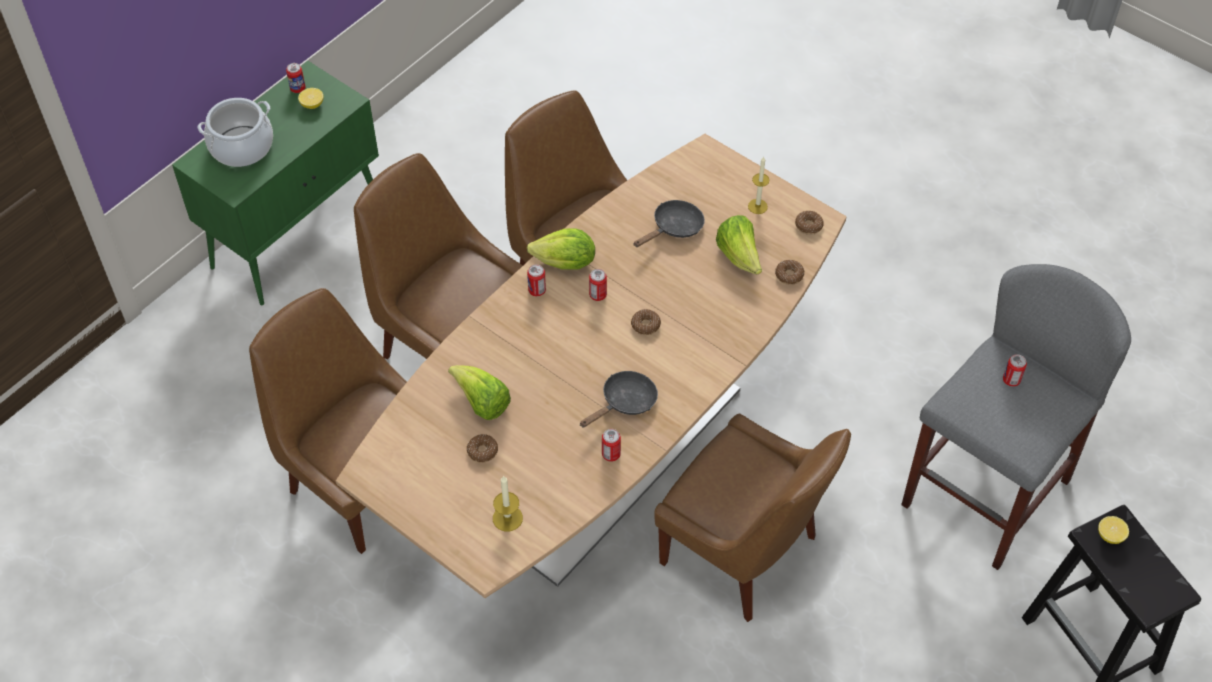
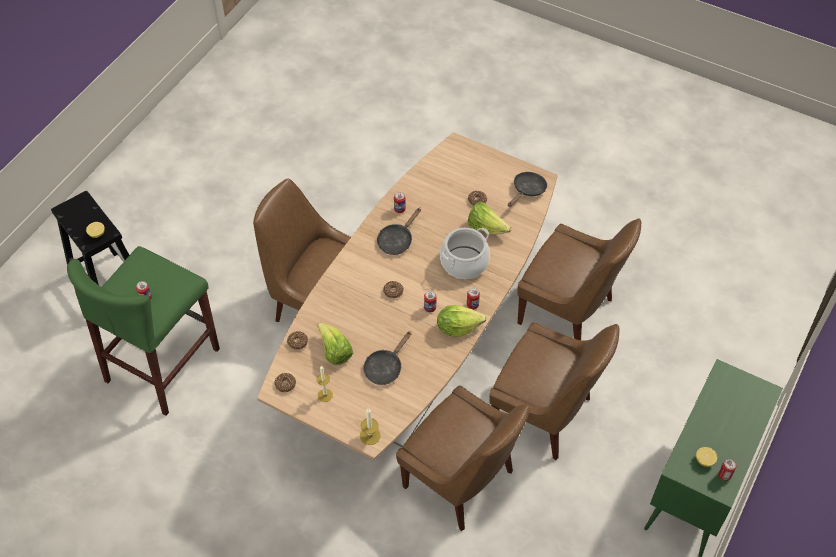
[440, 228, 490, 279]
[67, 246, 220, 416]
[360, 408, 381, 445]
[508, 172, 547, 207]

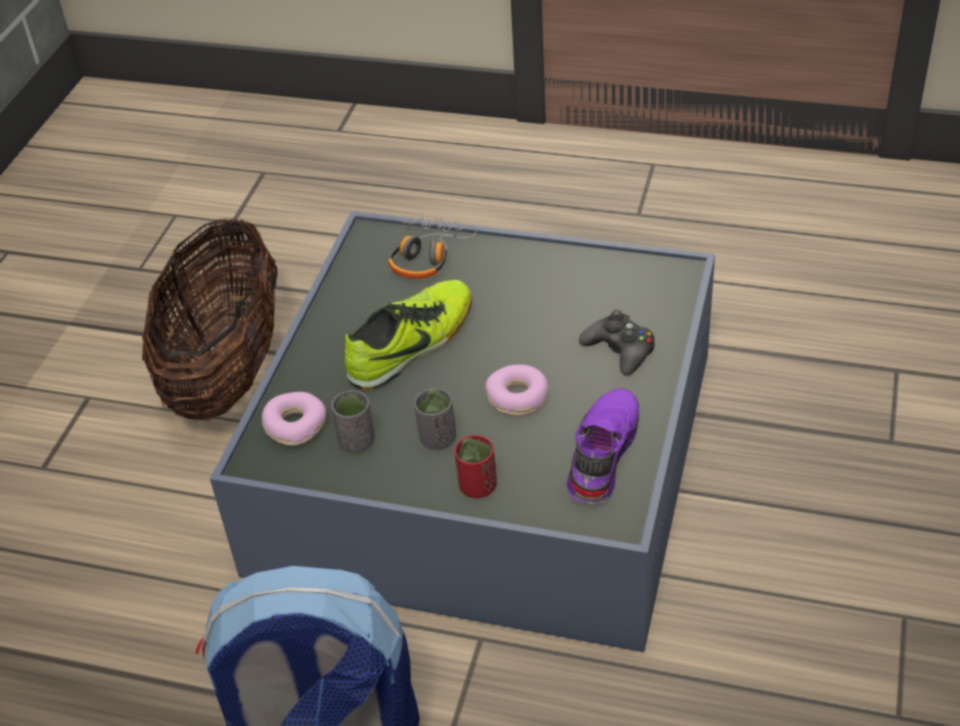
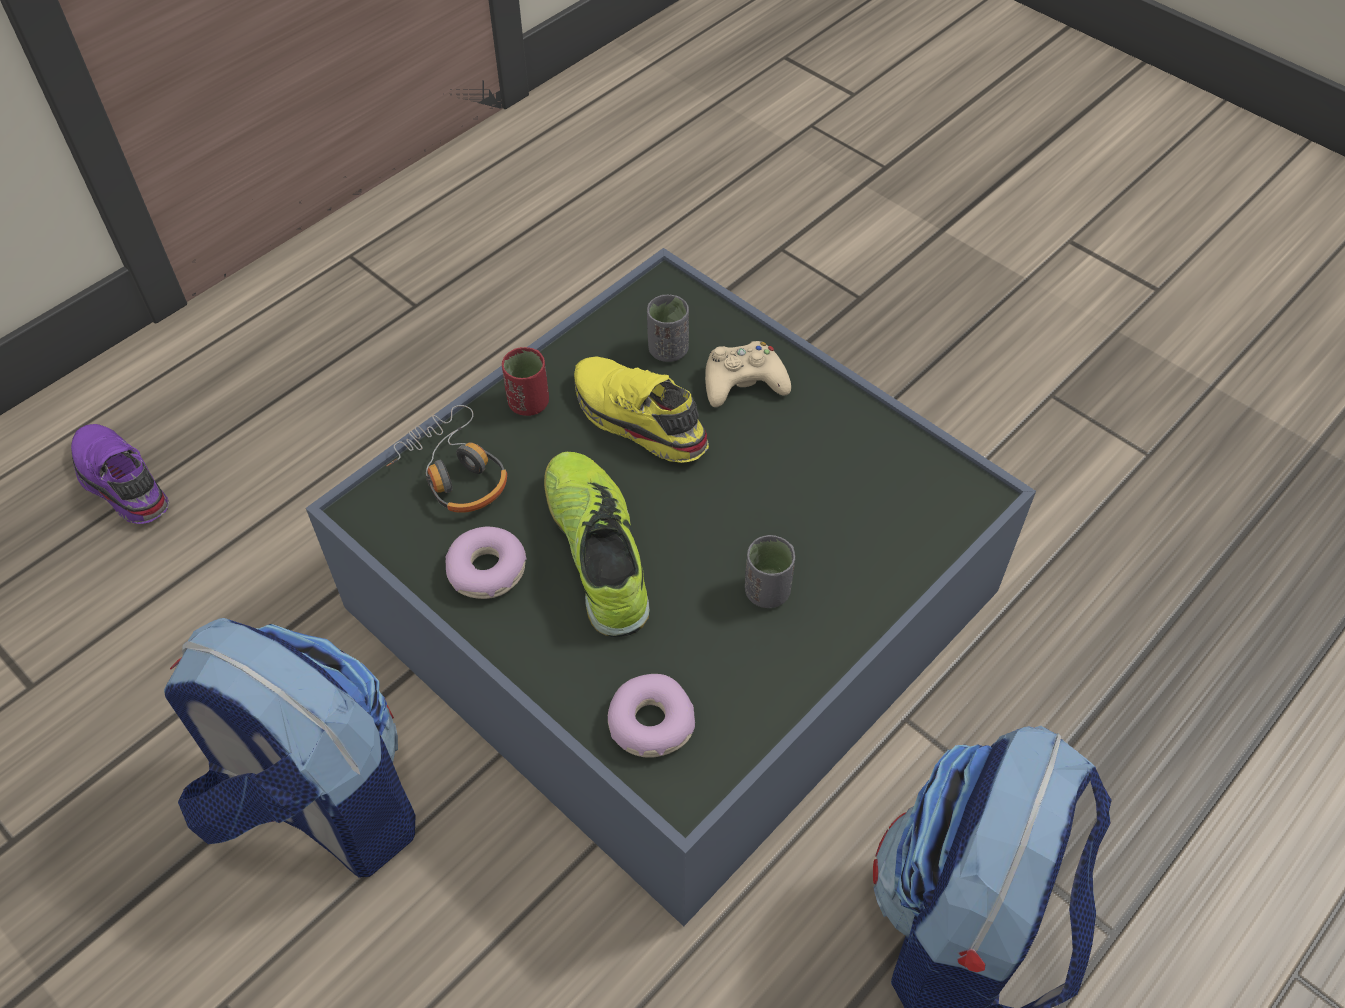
[164, 618, 416, 877]
[705, 341, 791, 407]
[446, 526, 527, 599]
[71, 424, 169, 524]
[647, 294, 689, 362]
[502, 347, 549, 416]
[574, 356, 709, 463]

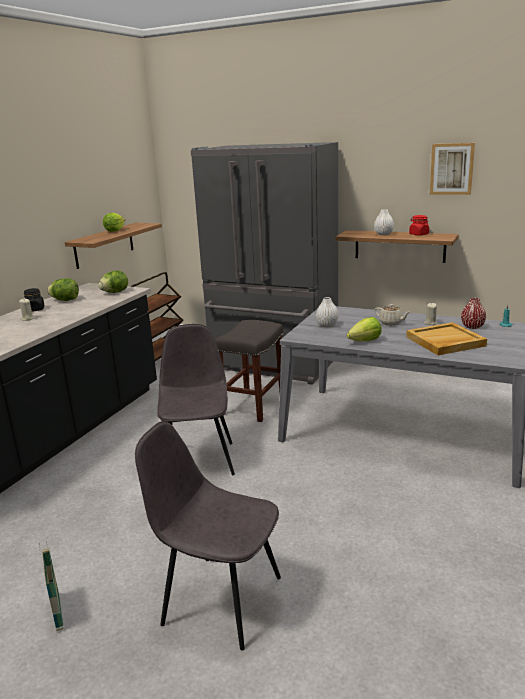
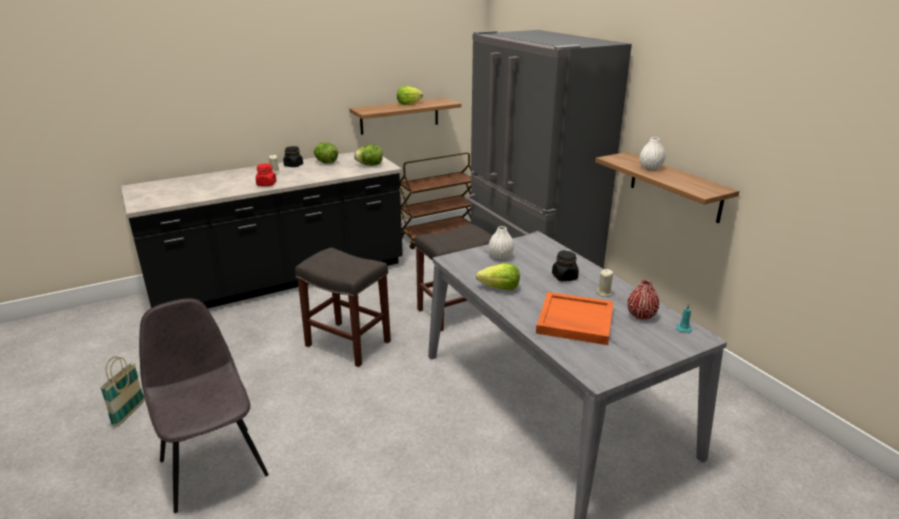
[430, 143, 475, 195] (first image)
[256, 163, 277, 186]
[552, 250, 579, 281]
[536, 292, 614, 345]
[295, 247, 391, 367]

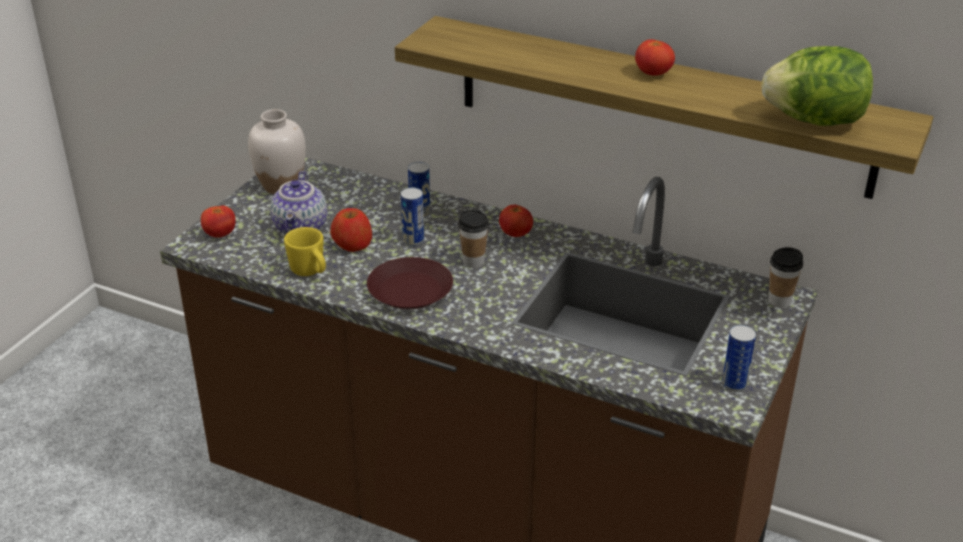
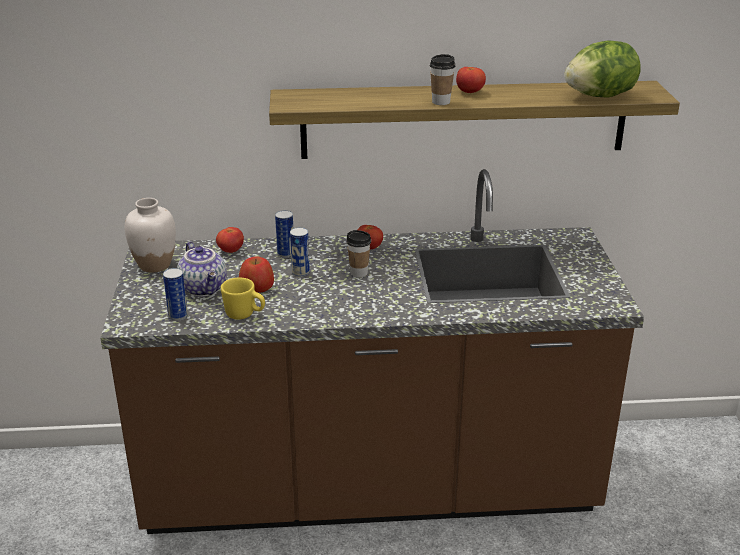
[216, 227, 244, 253]
[430, 54, 455, 105]
[367, 257, 453, 309] (first image)
[163, 268, 188, 321]

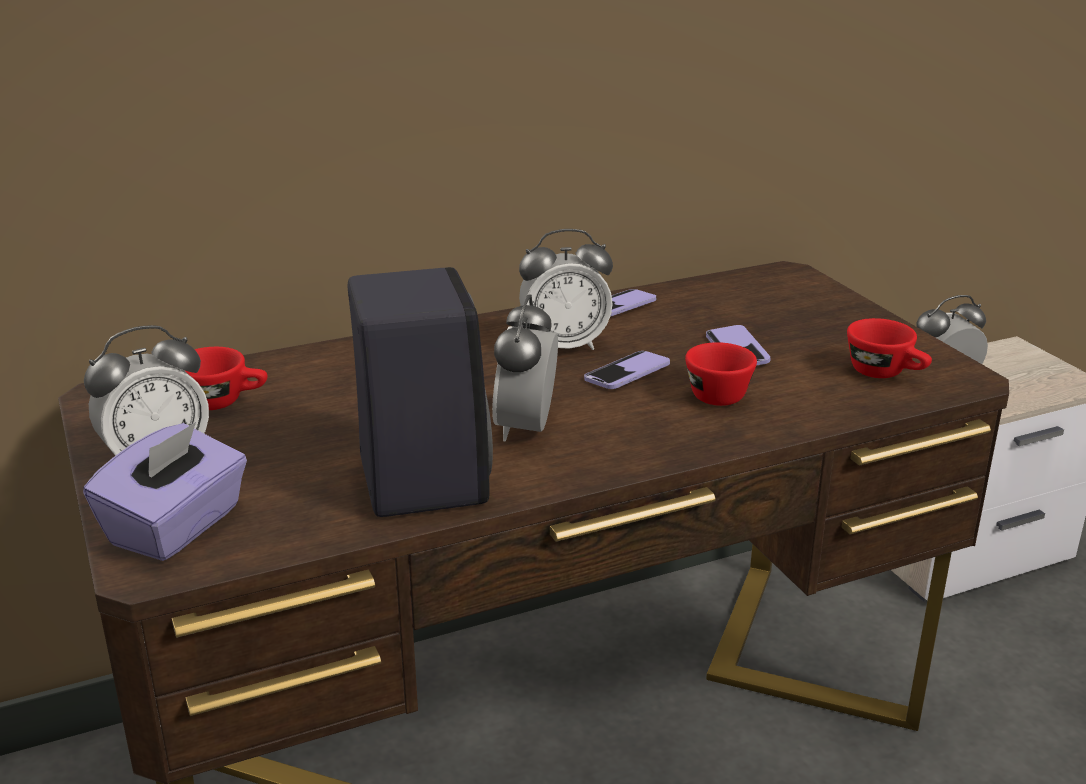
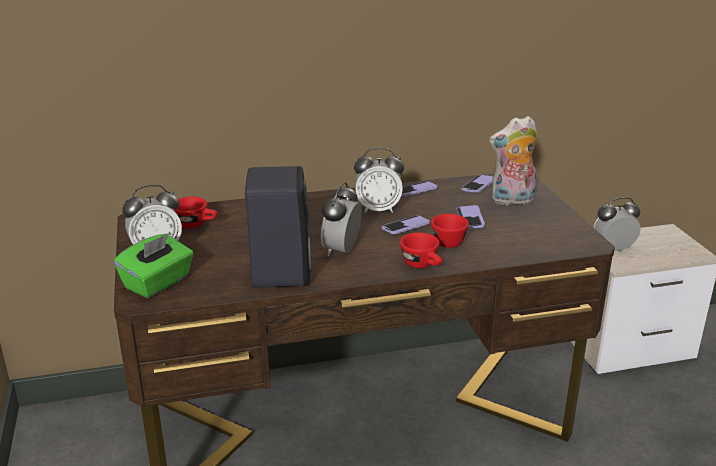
[400, 232, 442, 268]
[113, 233, 194, 298]
[489, 116, 538, 206]
[461, 175, 493, 193]

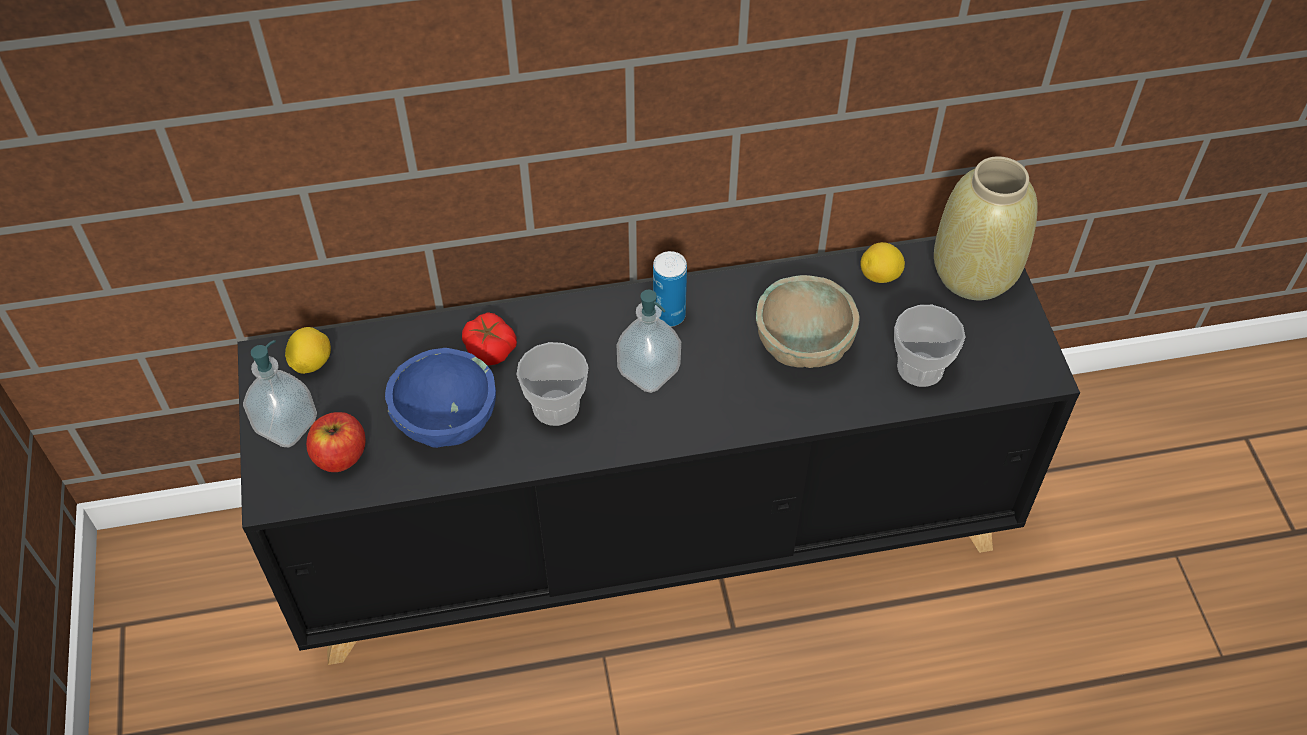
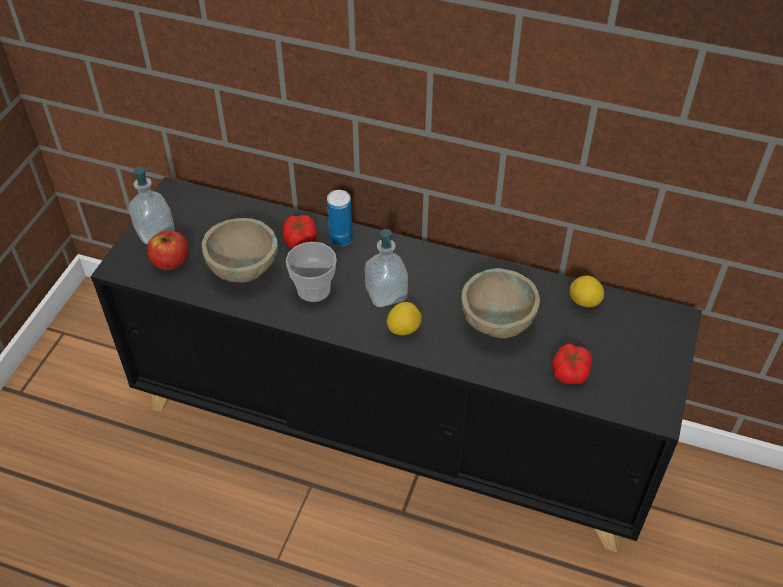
[934, 156, 1038, 300] (first image)
[327, 190, 353, 246]
[552, 344, 592, 384]
[387, 302, 422, 335]
[202, 218, 278, 283]

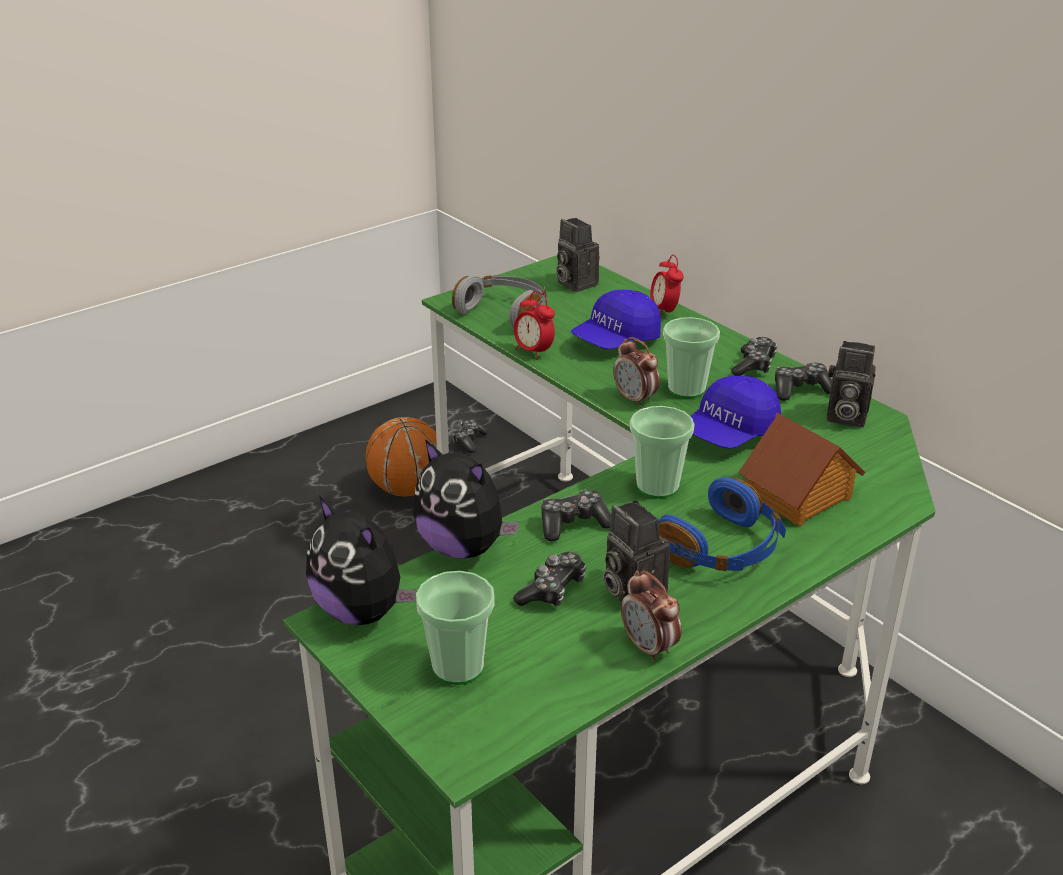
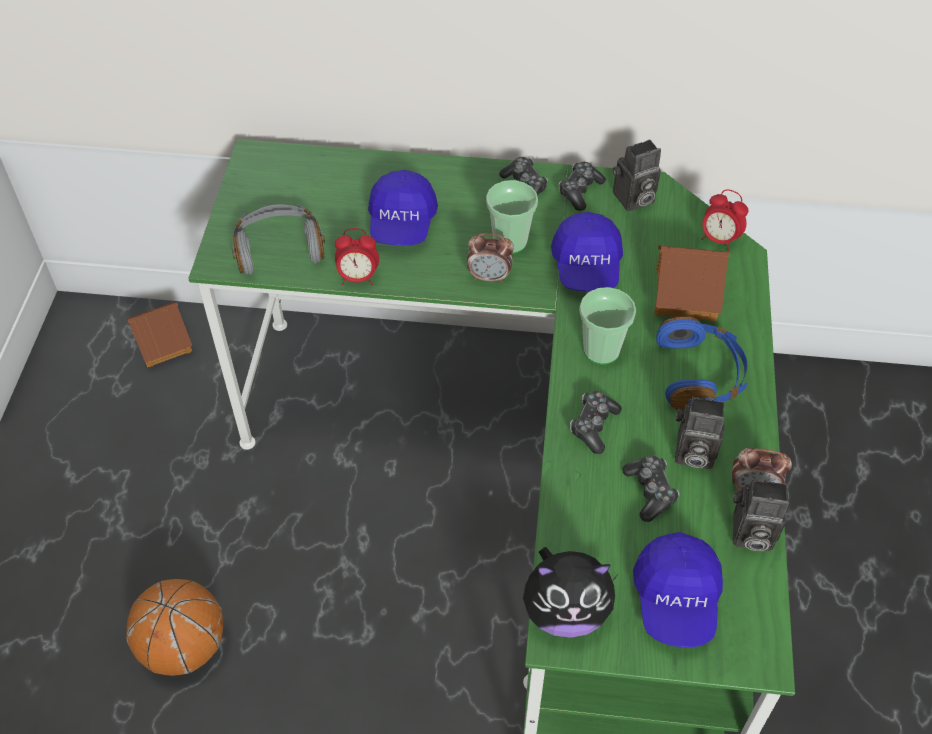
[733, 479, 789, 552]
[701, 189, 749, 251]
[126, 579, 223, 676]
[127, 302, 192, 367]
[413, 439, 519, 558] (first image)
[633, 532, 723, 647]

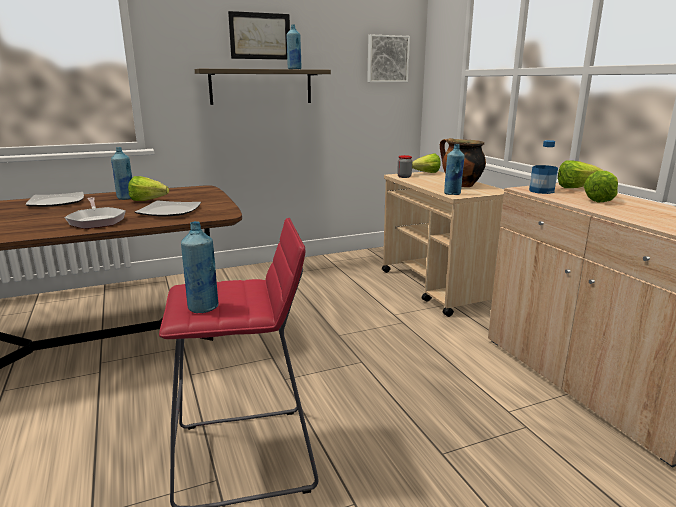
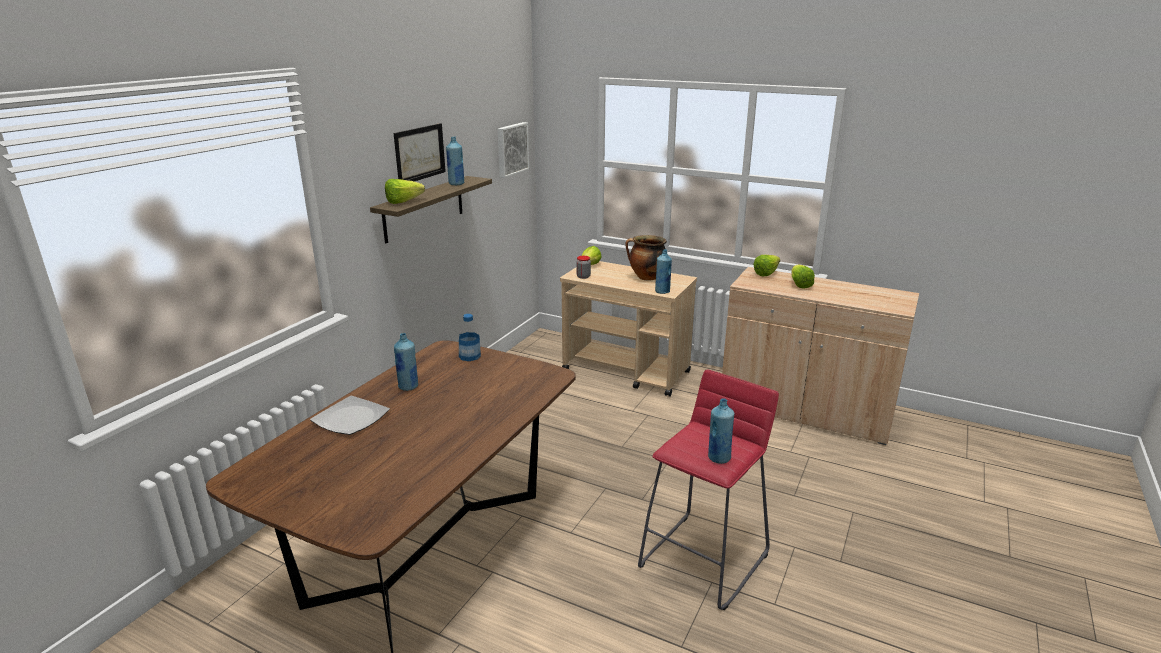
[459, 314, 481, 361]
[385, 179, 425, 204]
[64, 197, 126, 229] (first image)
[135, 201, 201, 216] (first image)

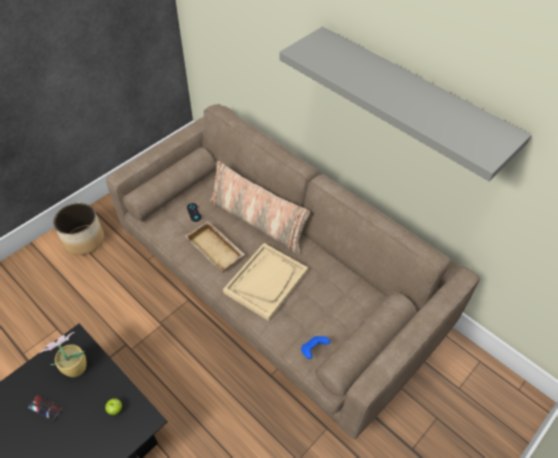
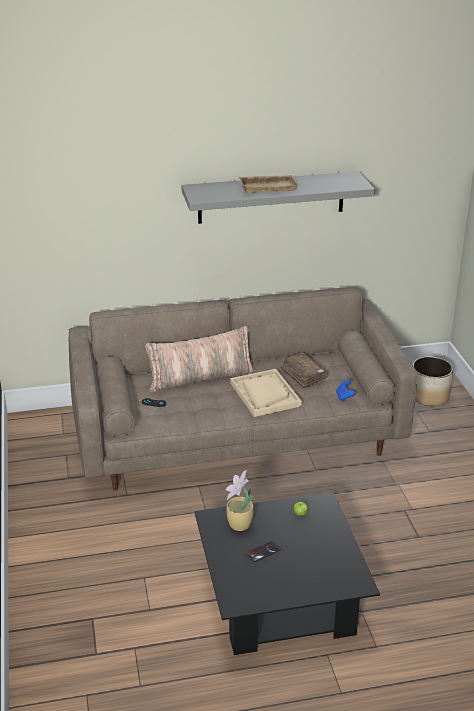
[413, 357, 453, 406]
[239, 175, 298, 193]
[280, 352, 327, 389]

